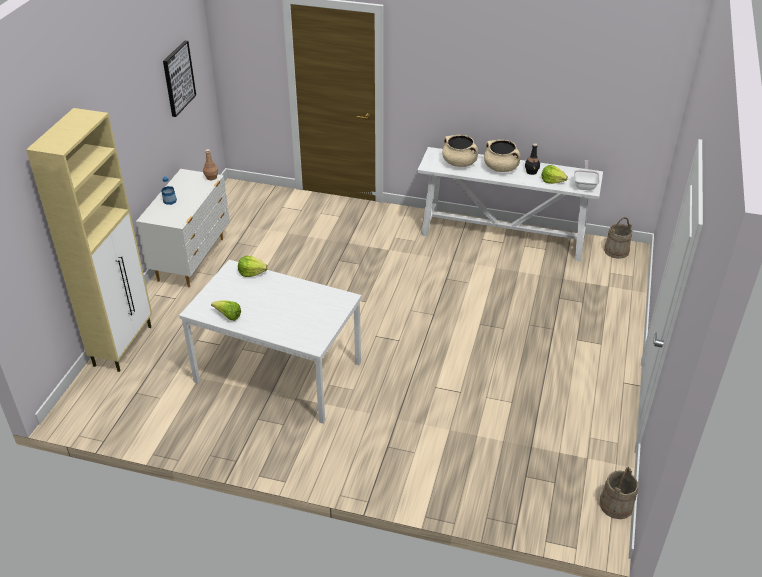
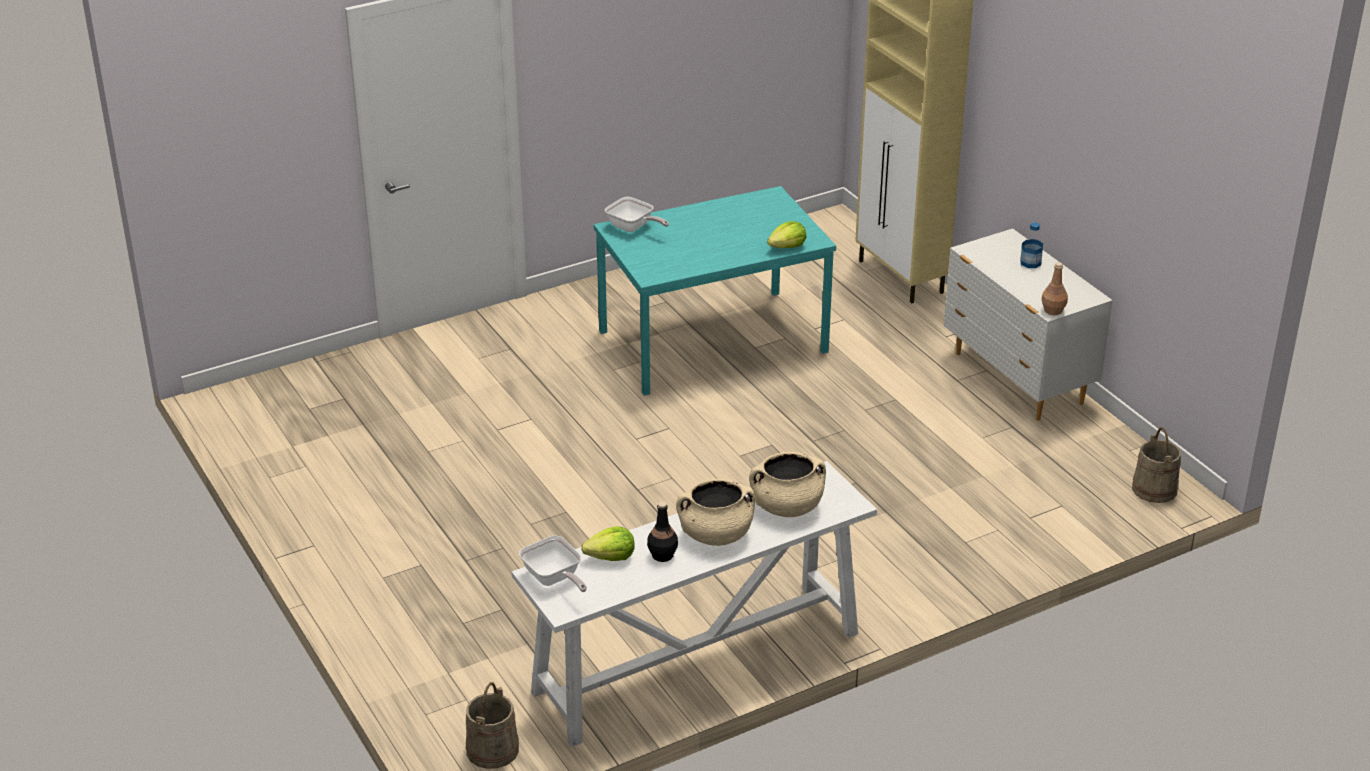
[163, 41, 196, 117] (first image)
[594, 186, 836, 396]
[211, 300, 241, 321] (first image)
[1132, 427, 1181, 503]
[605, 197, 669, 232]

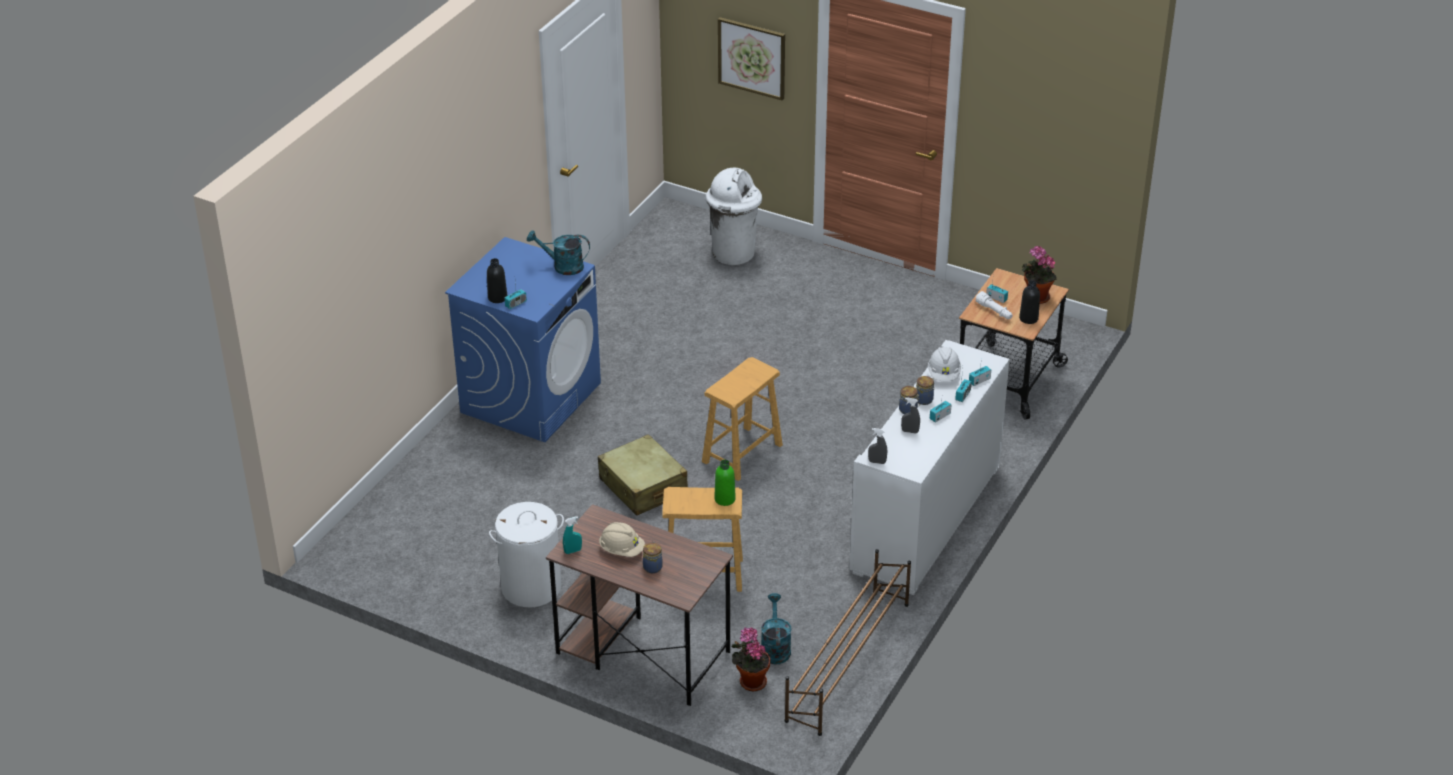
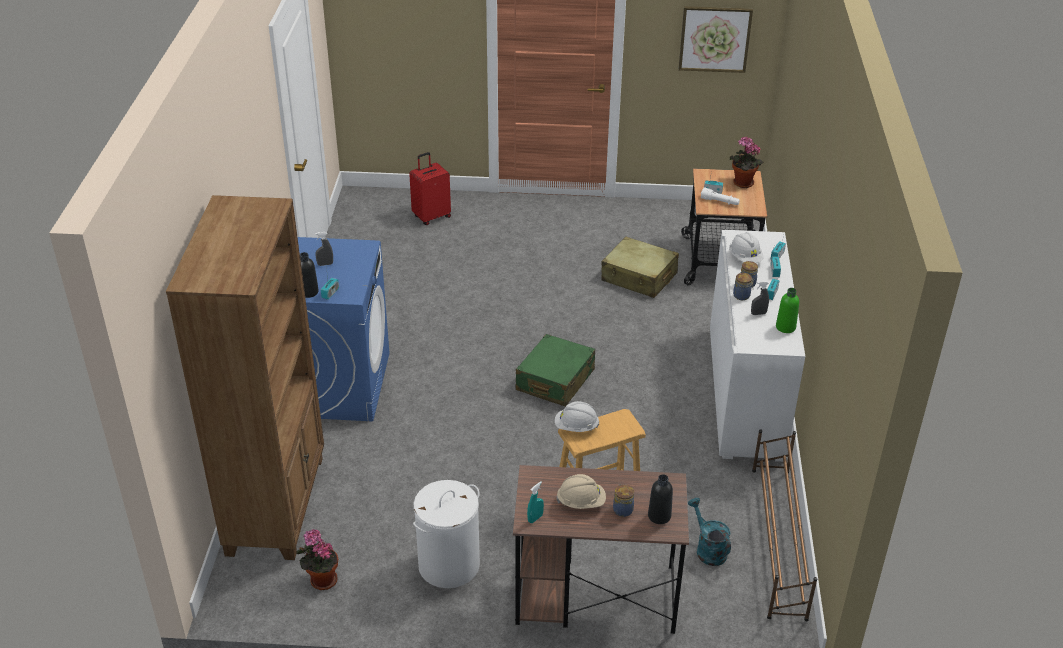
[679, 6, 753, 73]
[409, 152, 451, 225]
[527, 230, 590, 275] (first image)
[648, 474, 673, 524]
[516, 334, 595, 406]
[315, 232, 333, 266]
[601, 237, 679, 298]
[776, 288, 799, 333]
[297, 529, 338, 590]
[166, 195, 324, 560]
[555, 401, 599, 432]

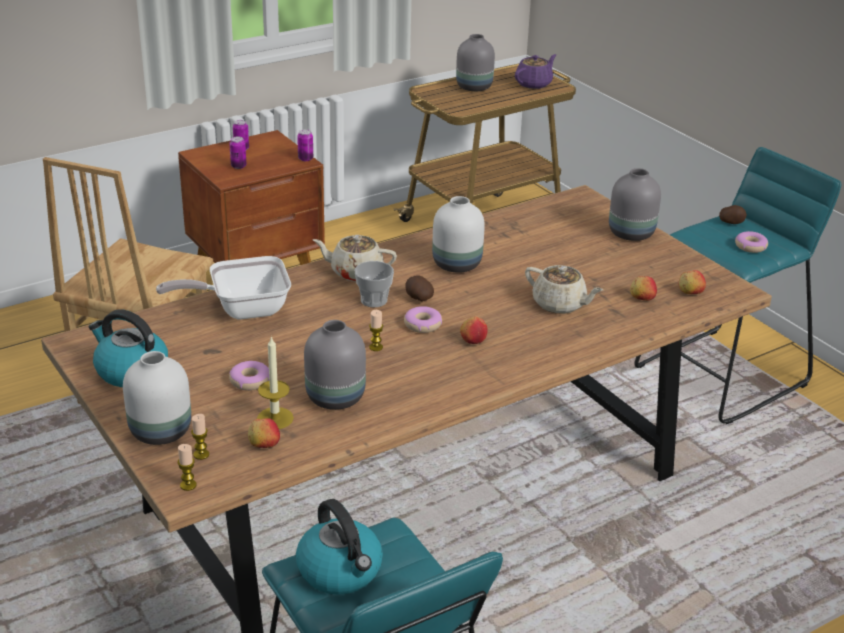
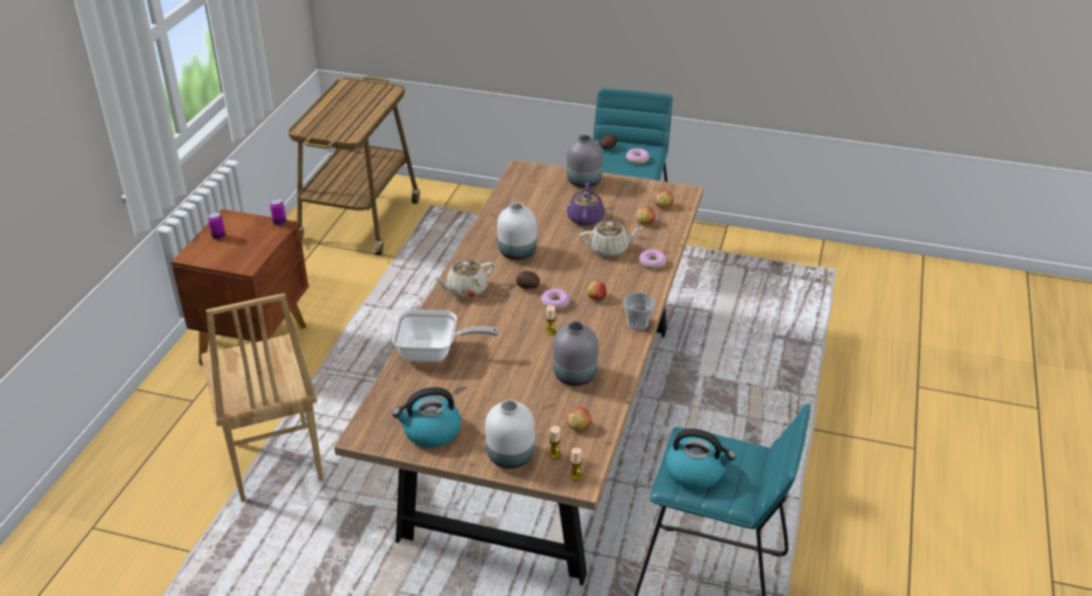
[456, 34, 495, 91] (first image)
[567, 182, 605, 226]
[229, 137, 247, 169] (first image)
[392, 310, 499, 362]
[624, 293, 655, 330]
[257, 336, 294, 429] (first image)
[639, 250, 666, 269]

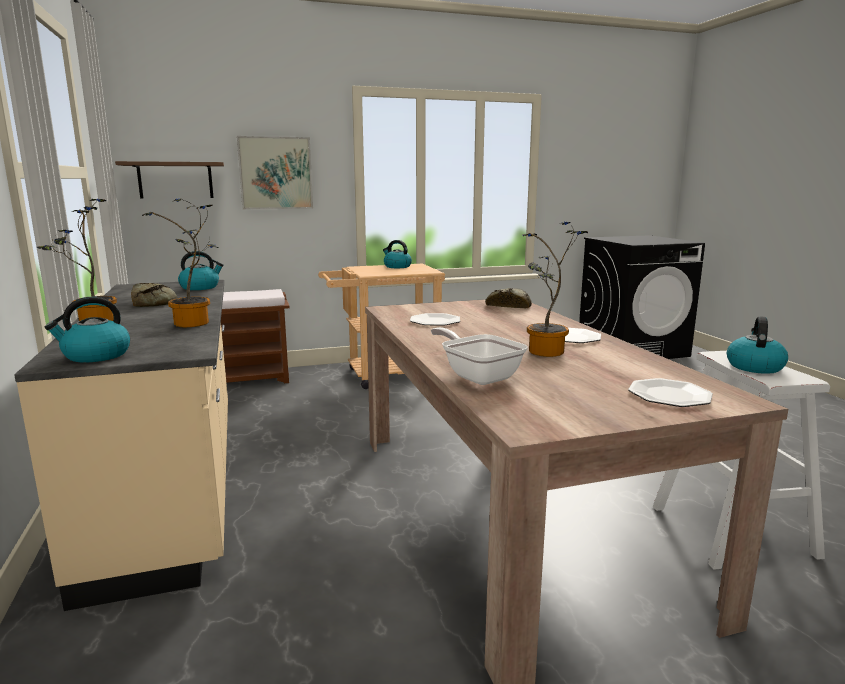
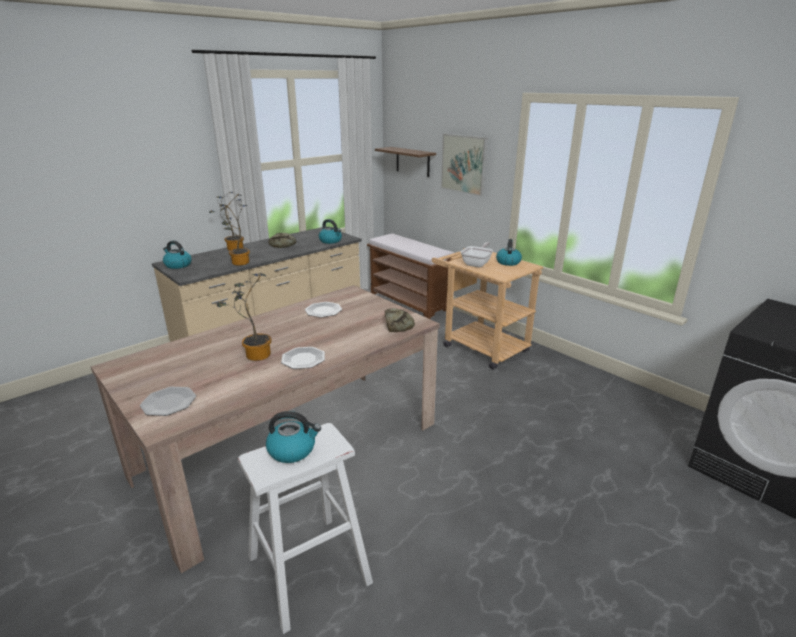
[461, 242, 494, 267]

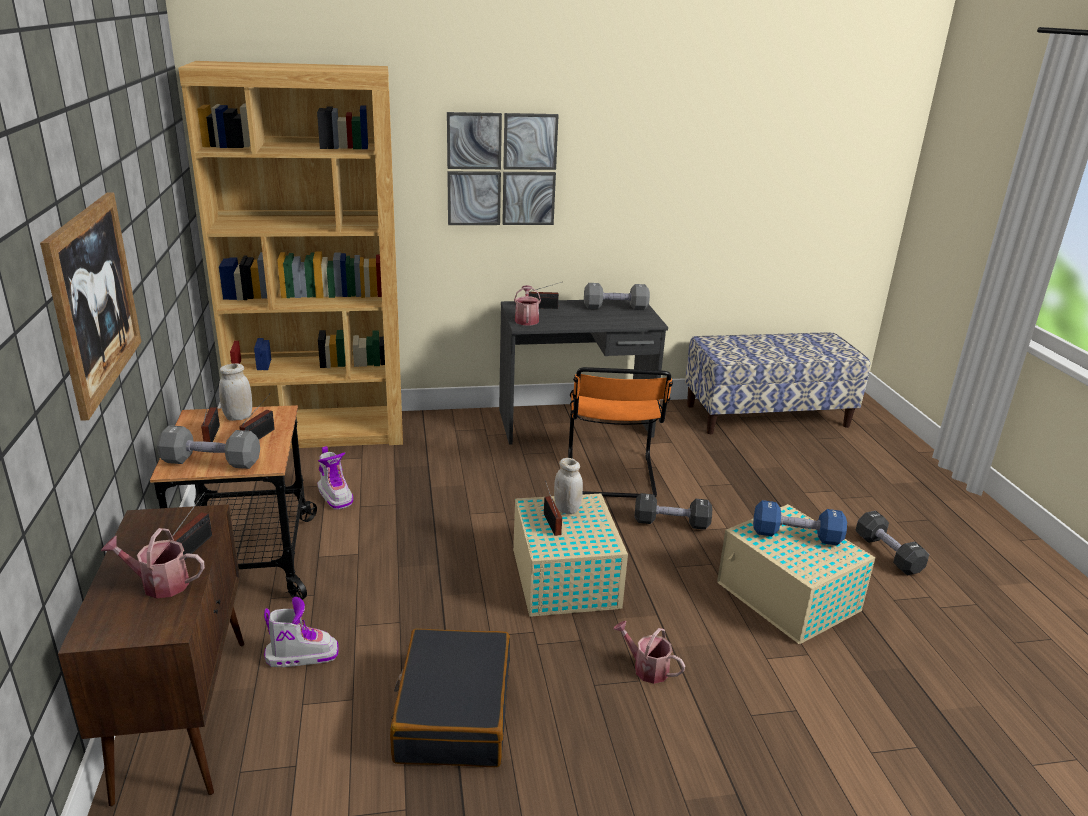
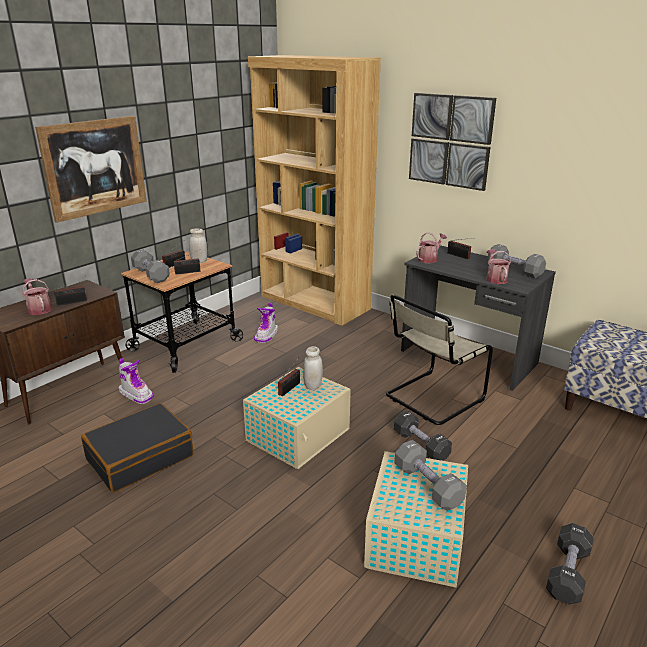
[386, 294, 493, 425]
[395, 440, 467, 511]
[487, 249, 511, 284]

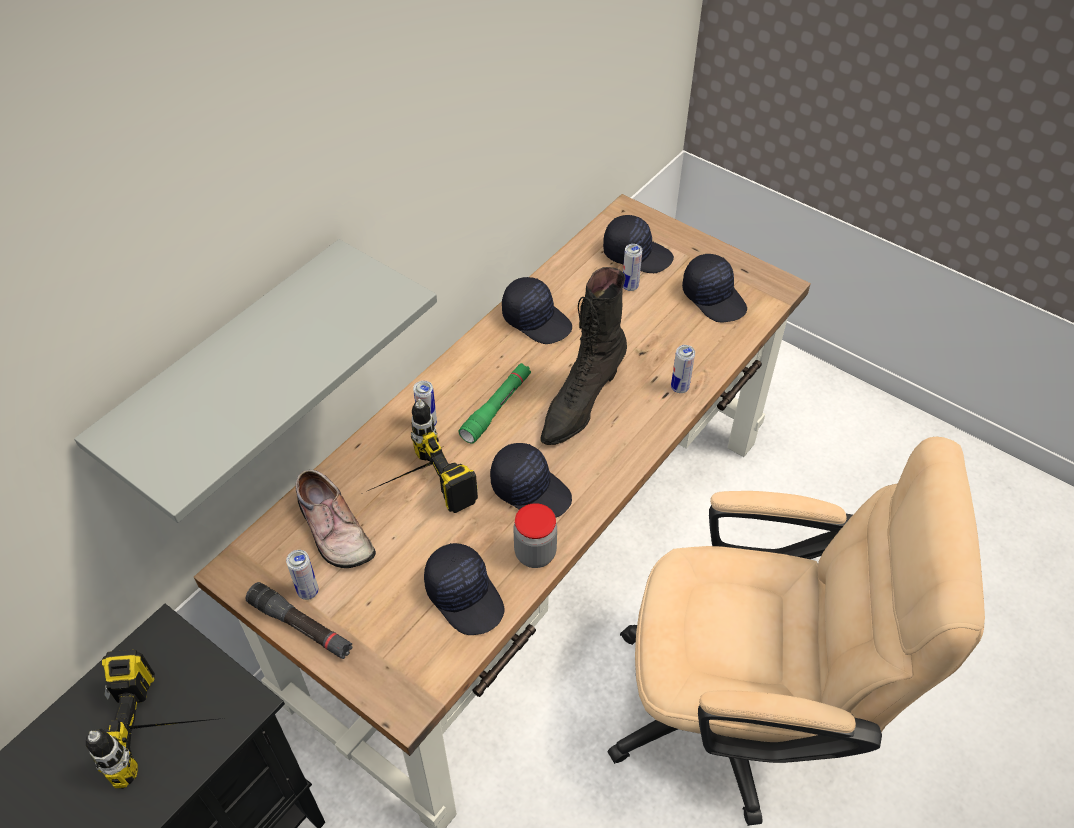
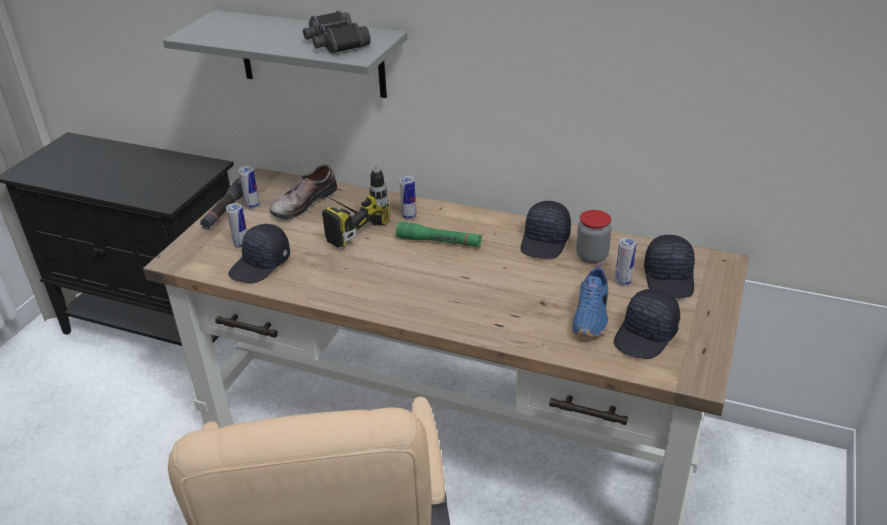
[540, 267, 627, 445] (first image)
[226, 203, 247, 248]
[490, 443, 572, 517] (first image)
[576, 210, 612, 264]
[86, 650, 224, 789] (first image)
[303, 11, 371, 53]
[572, 262, 608, 337]

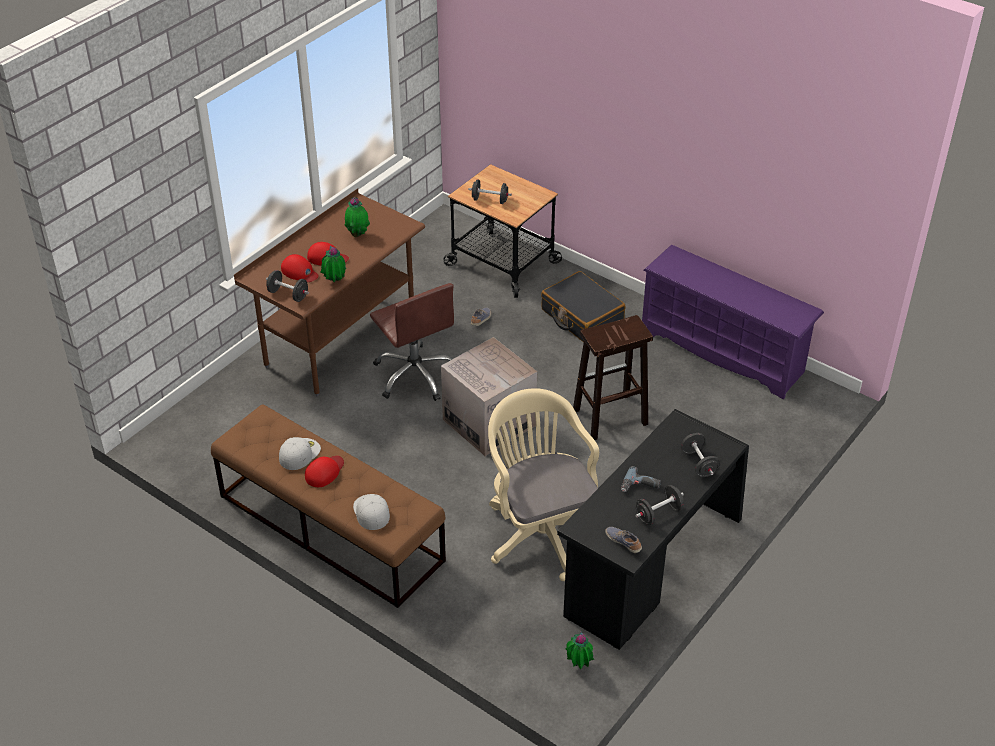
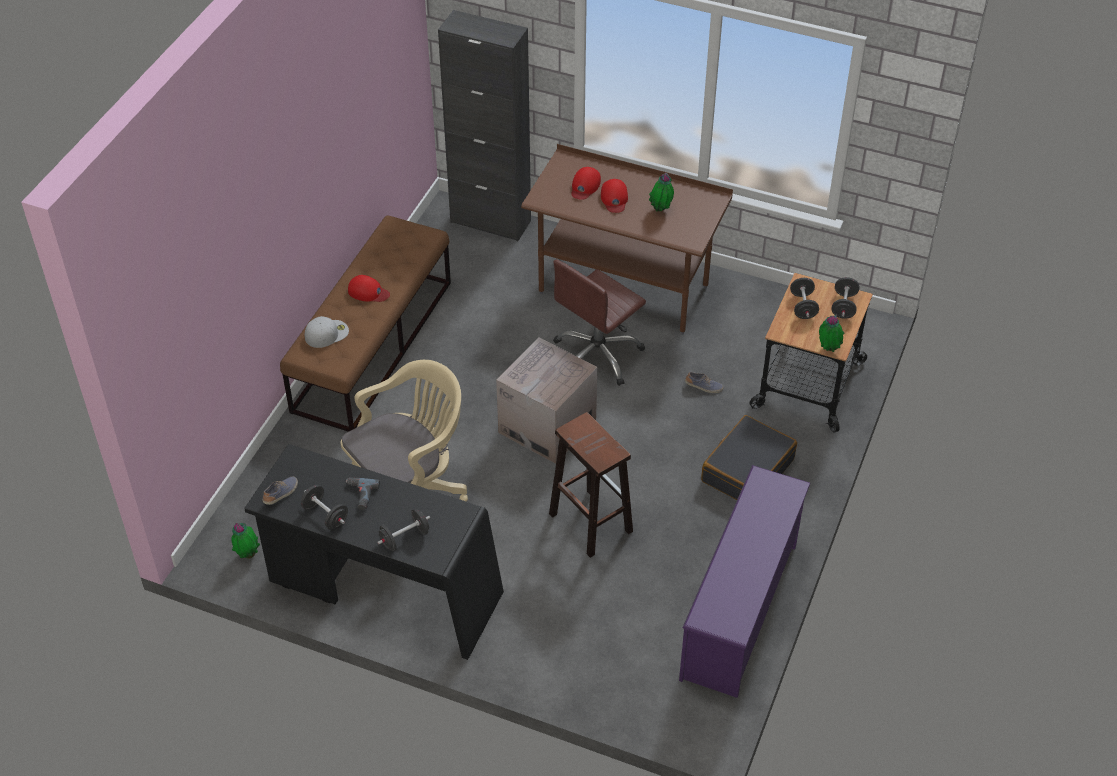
[819, 314, 845, 352]
[832, 277, 859, 319]
[279, 437, 321, 470] (first image)
[438, 10, 531, 241]

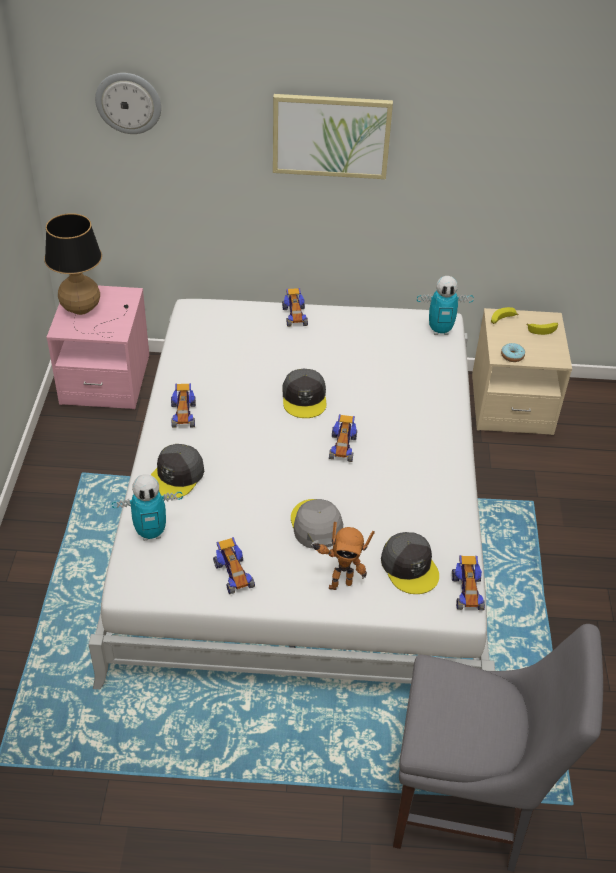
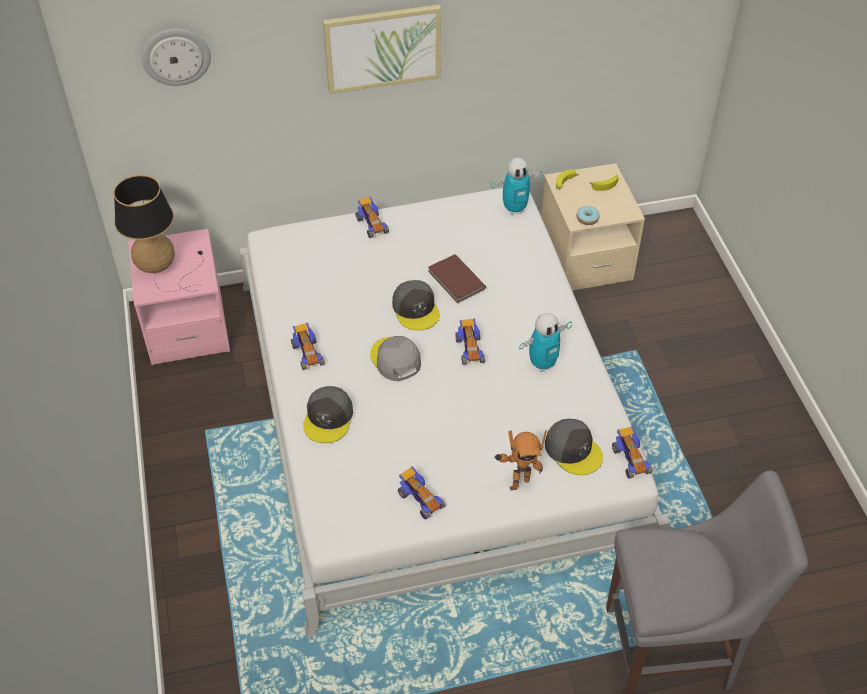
[519, 313, 572, 372]
[370, 336, 421, 381]
[428, 254, 486, 303]

